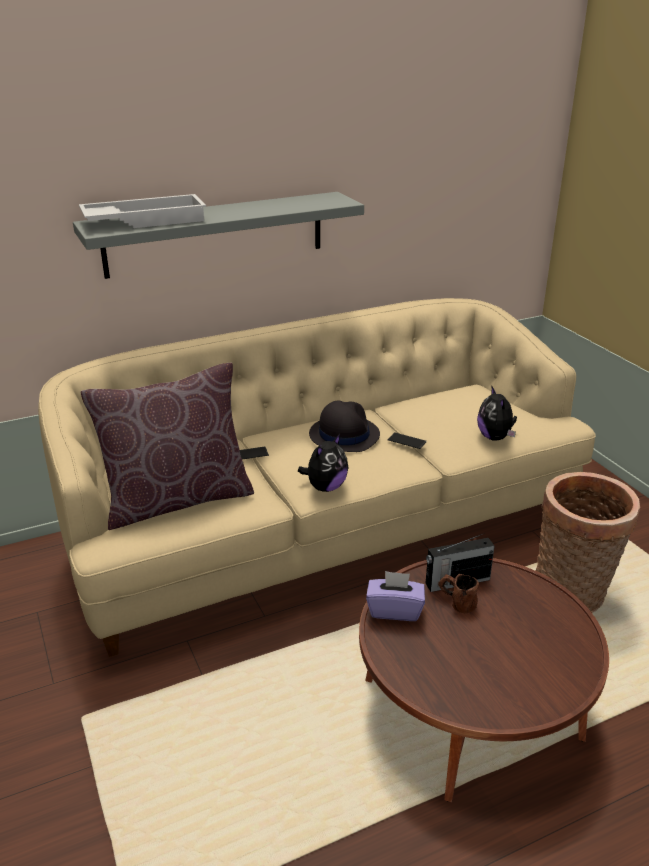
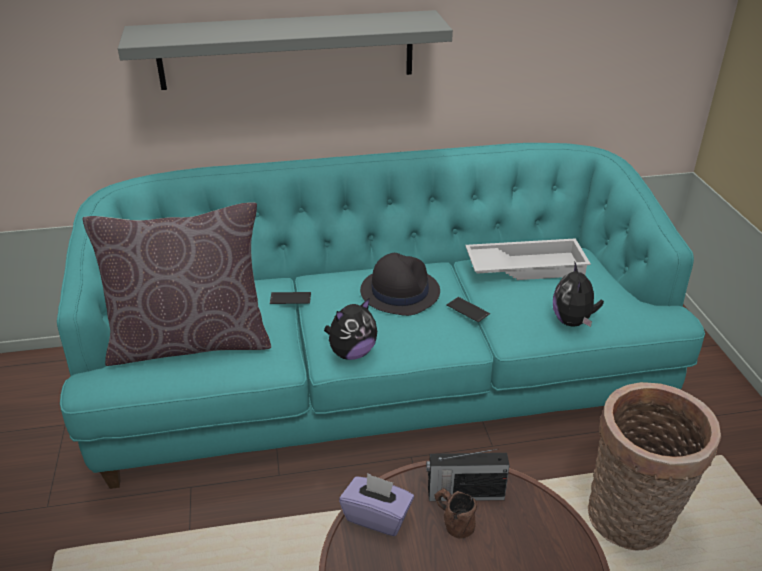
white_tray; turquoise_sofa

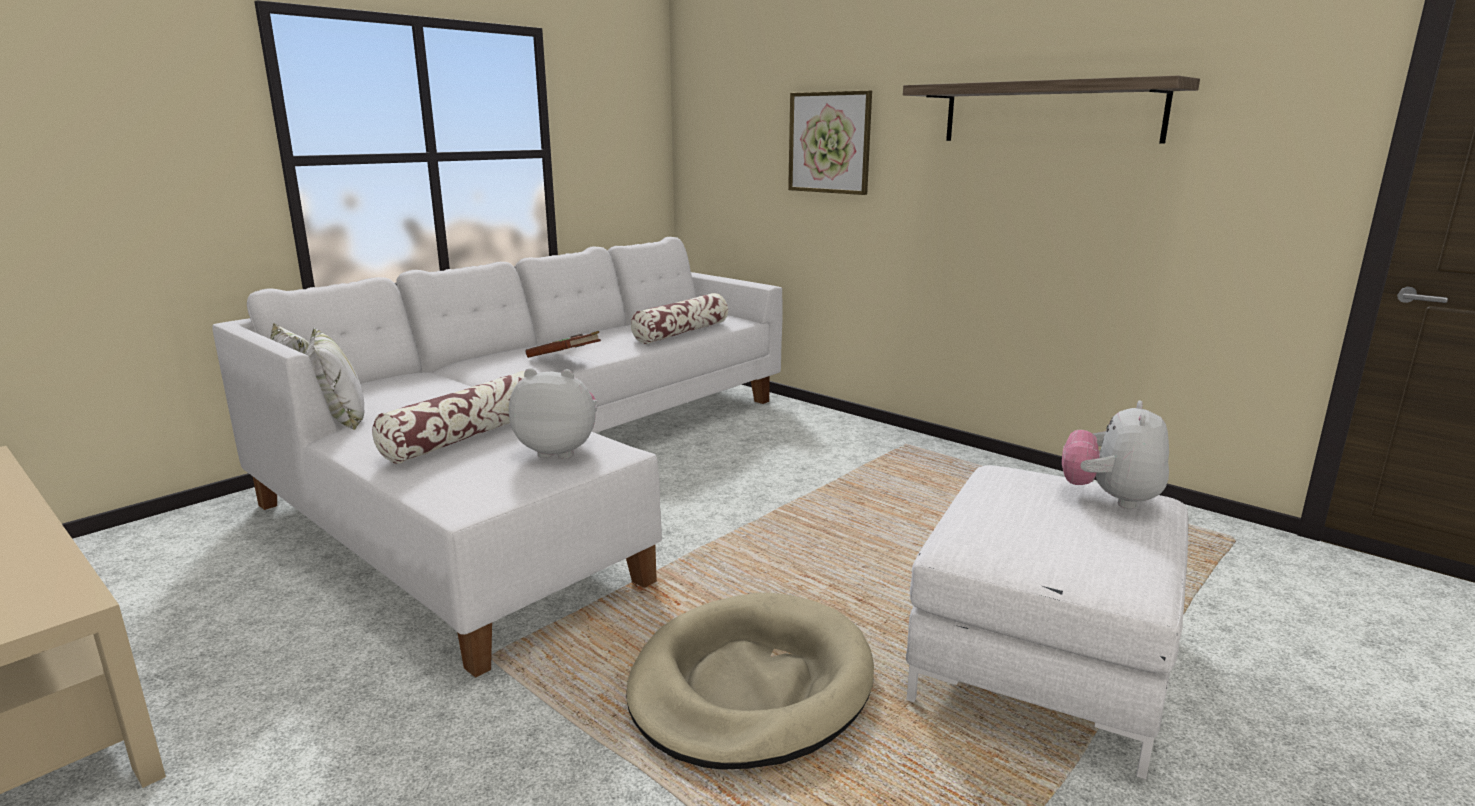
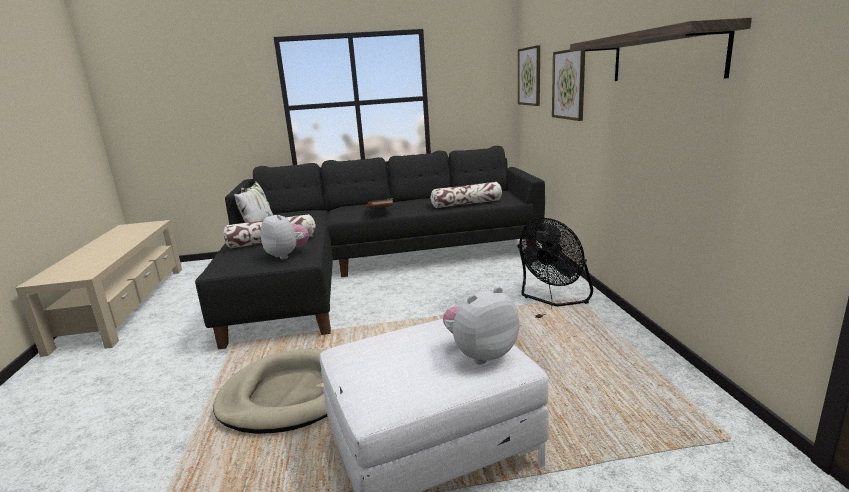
black_fan; picture (no. 1 from left); black_sofa

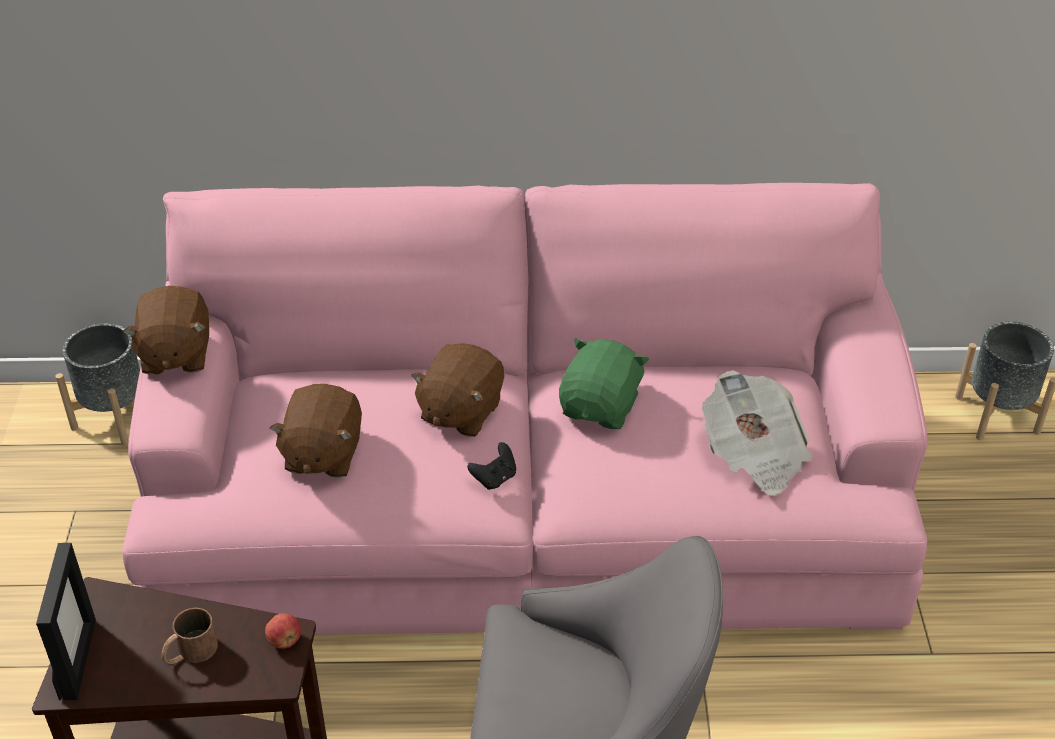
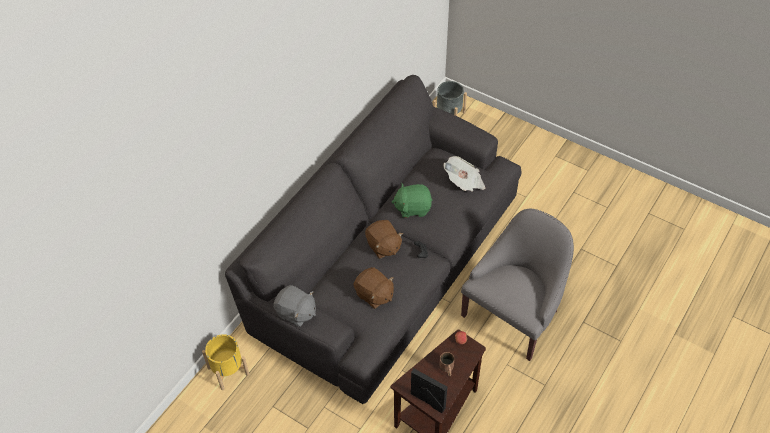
yellow_planter; grey_sofa; grey_plush_toy; green_plush_toy

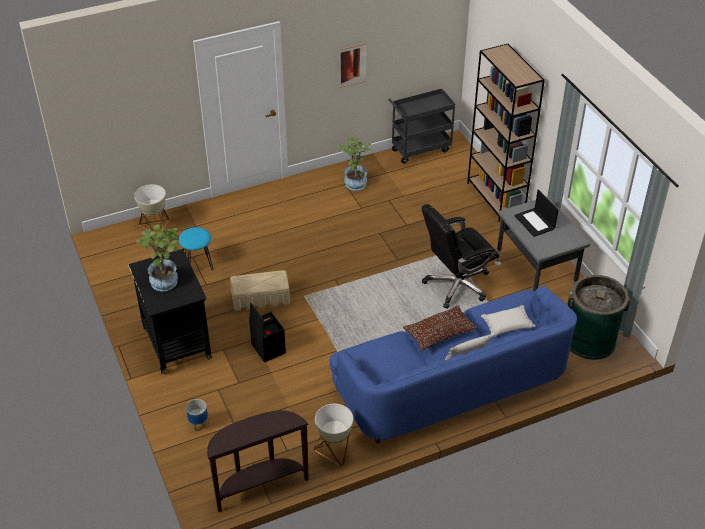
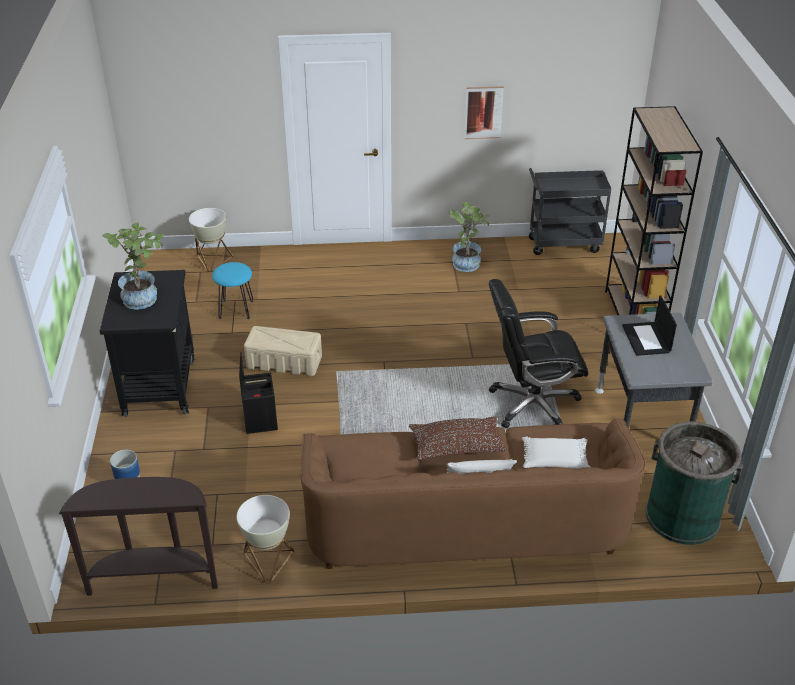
brown_sofa

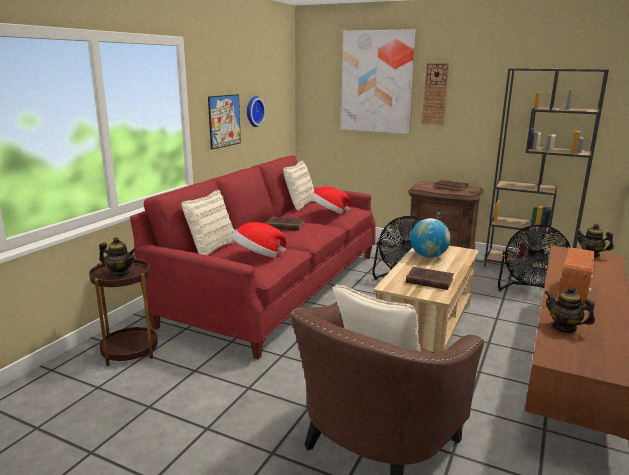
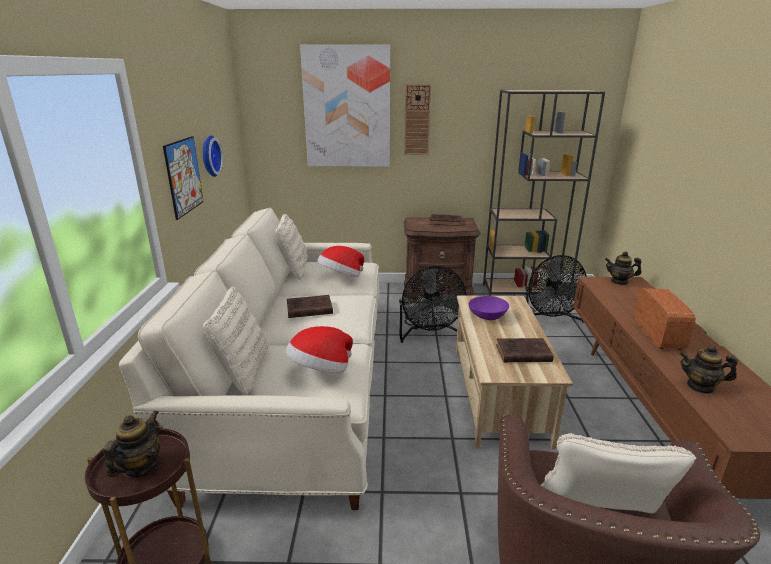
purple_bowl; beige_sofa; teapot (no. 1 from left)

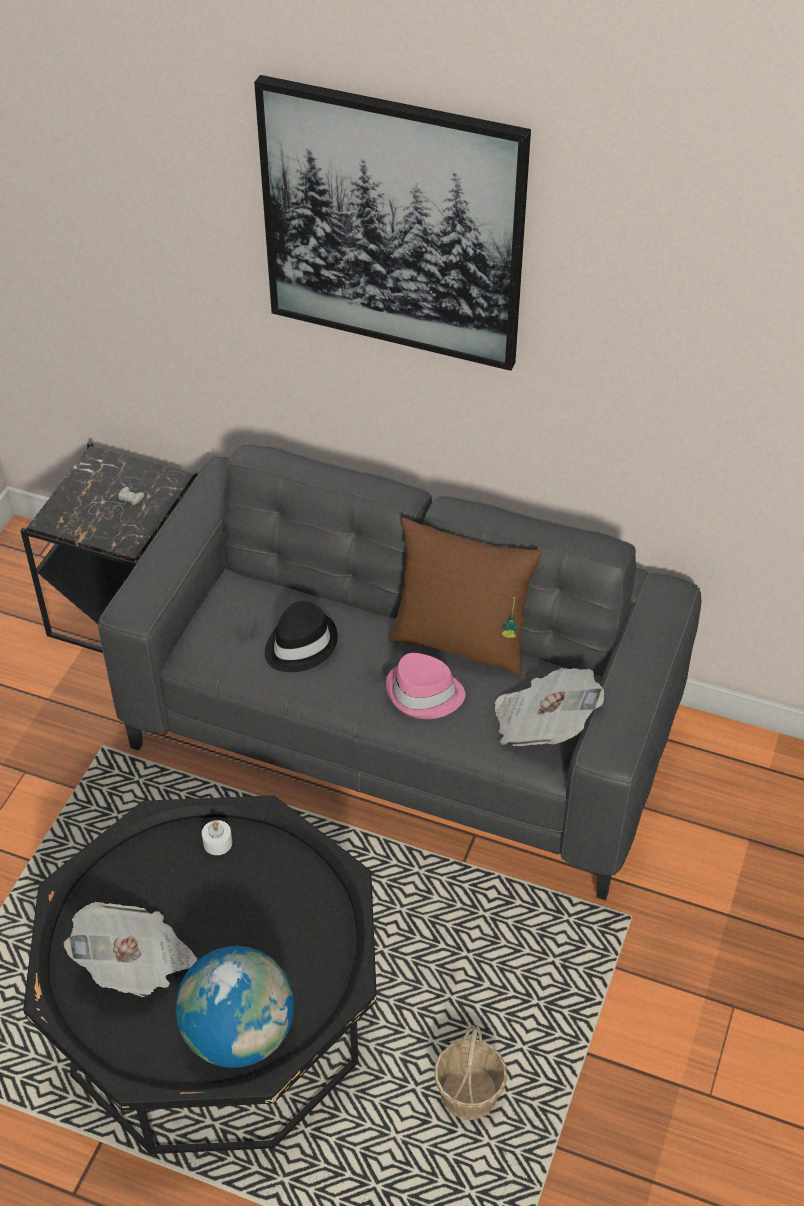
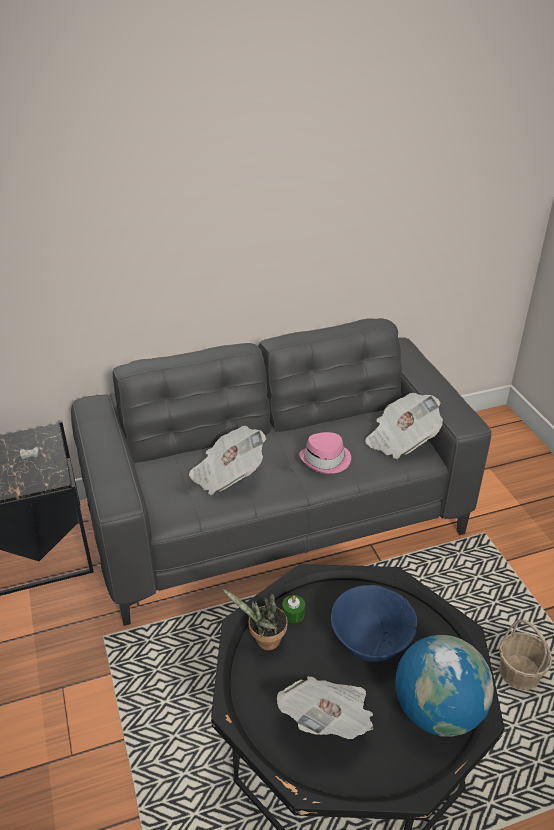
picture; brown_pillow; potted_plant; blue_bowl; newspaper (no. 1 from left); green_candle

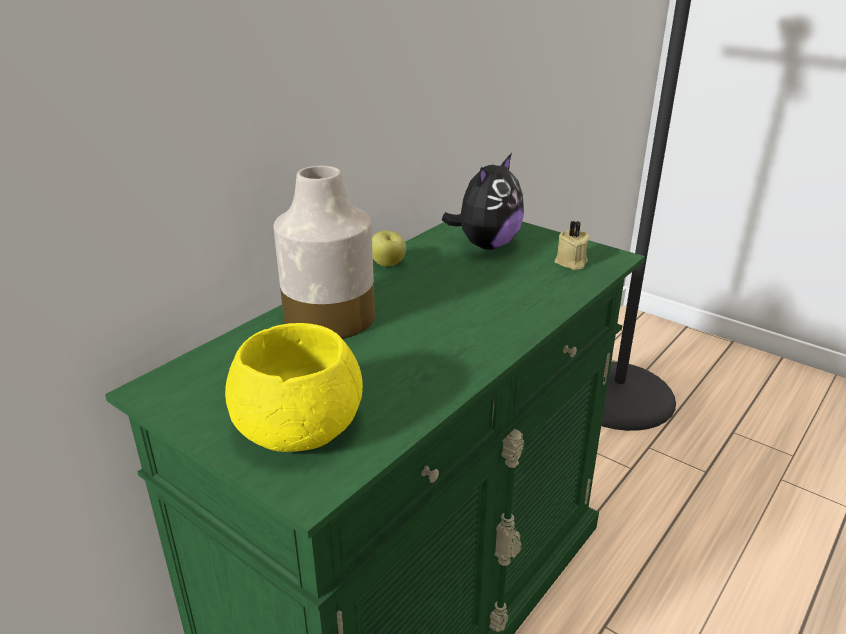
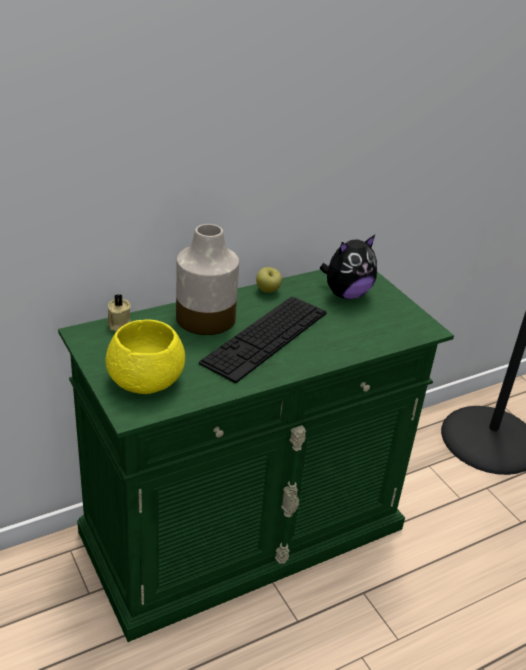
keyboard; beige_candle

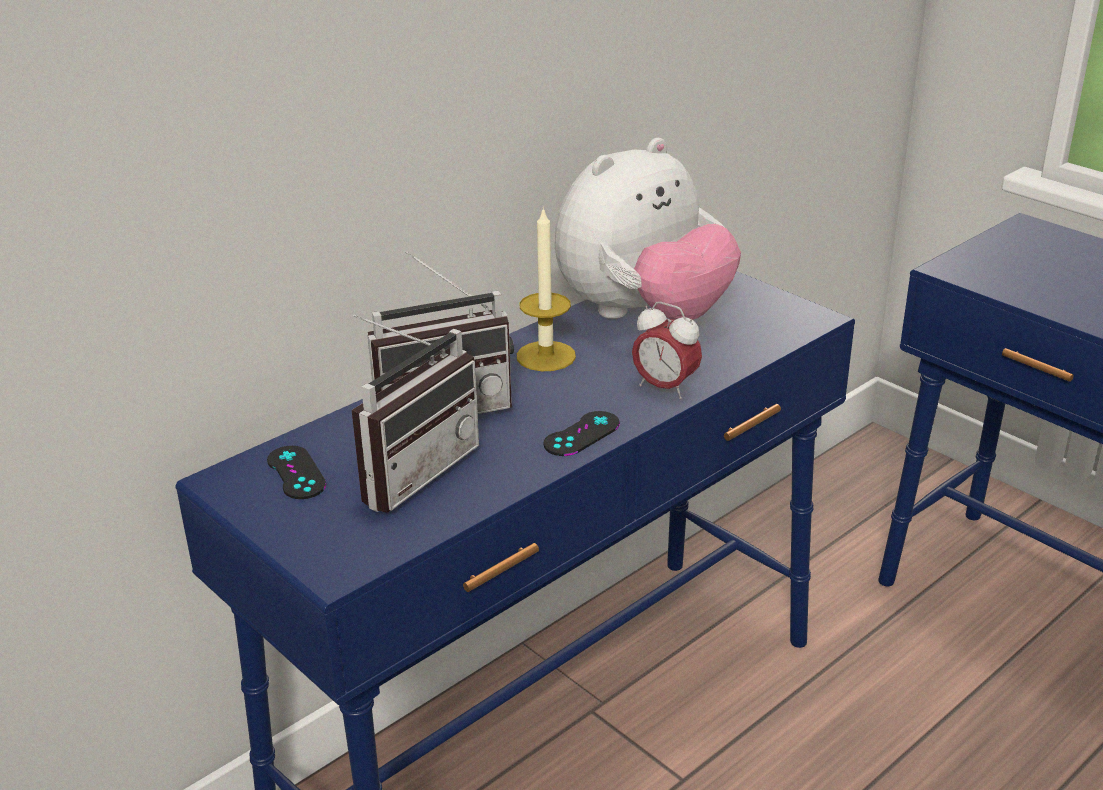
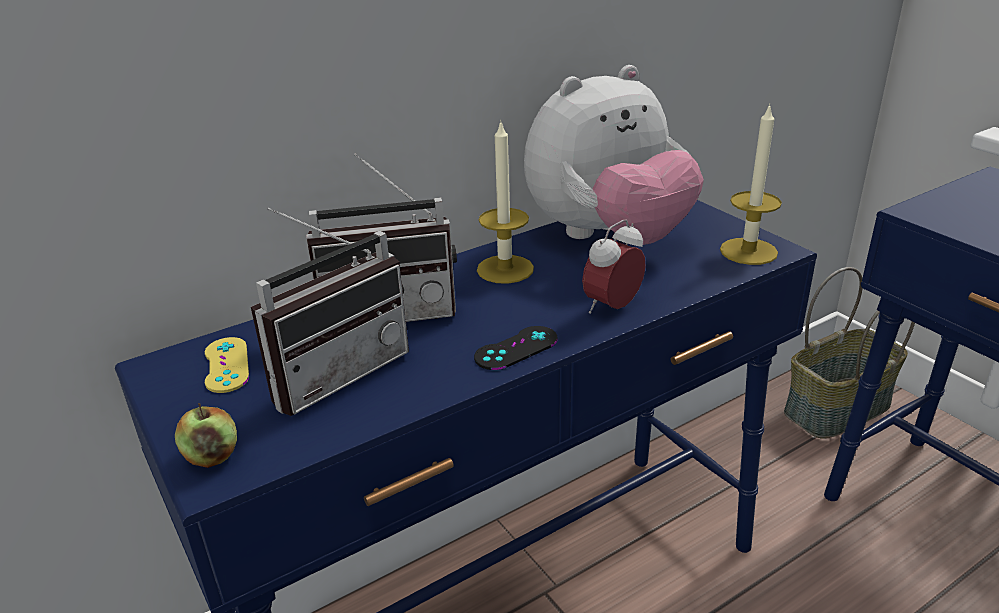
apple; candle (no. 2 from left); basket; yellow_game_controller; alarm_clock

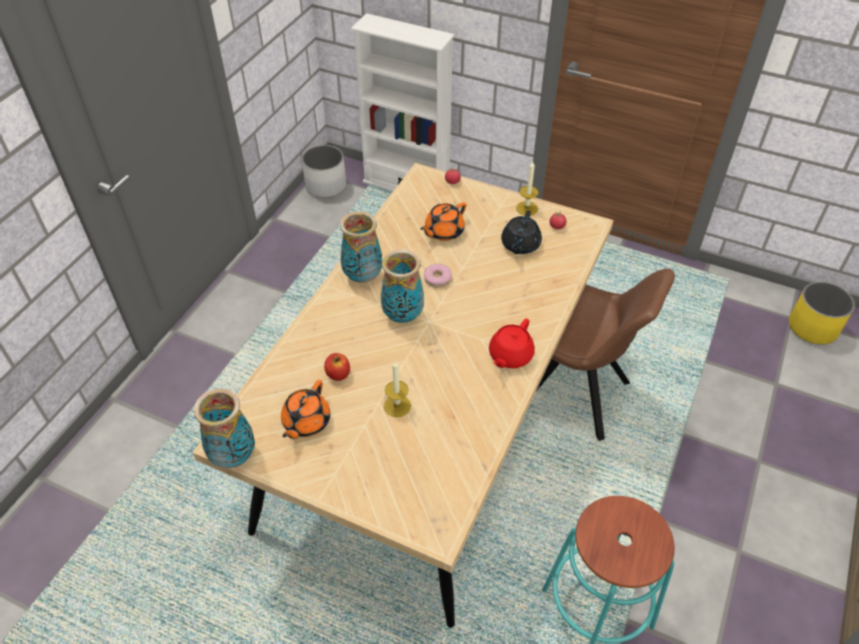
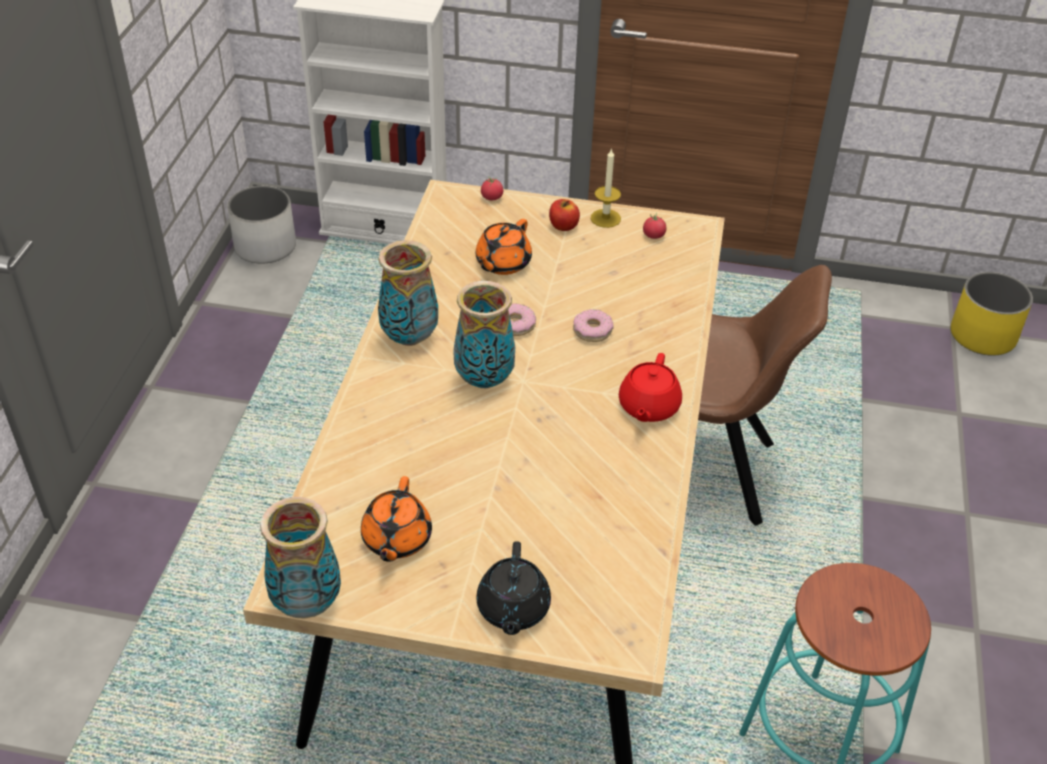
candle (no. 1 from left in the first image); donut (no. 2 from left); apple; black_teapot

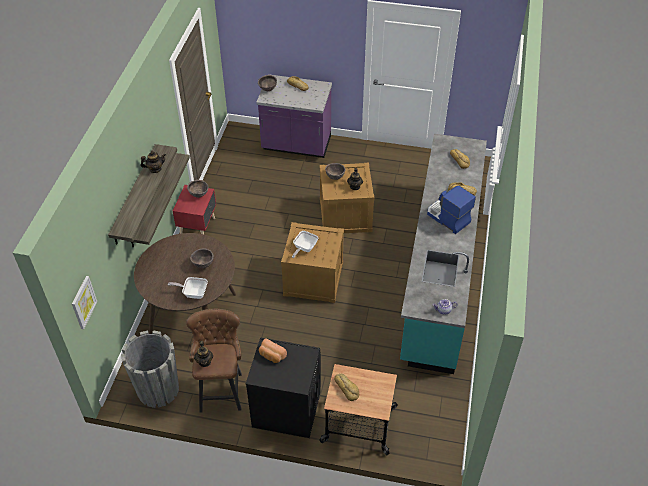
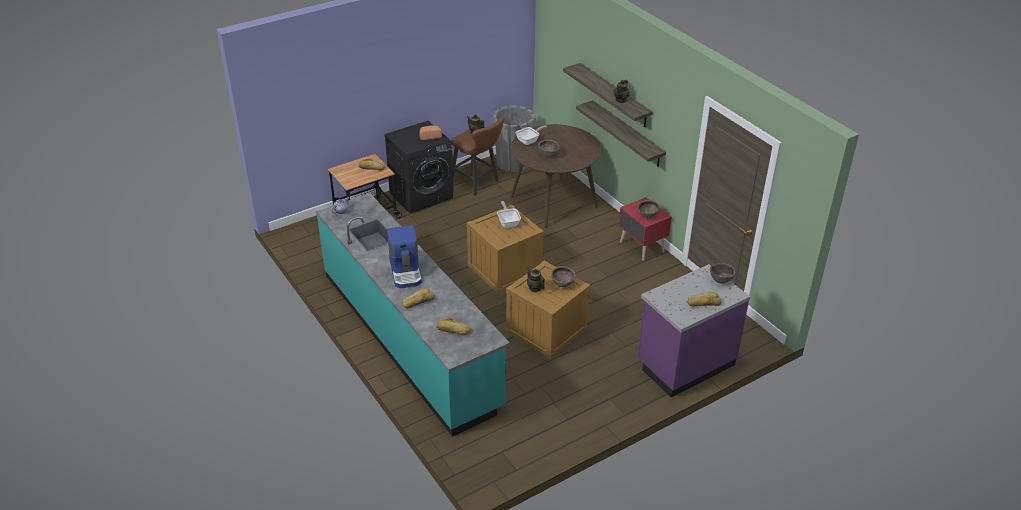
picture; coffee_machine

